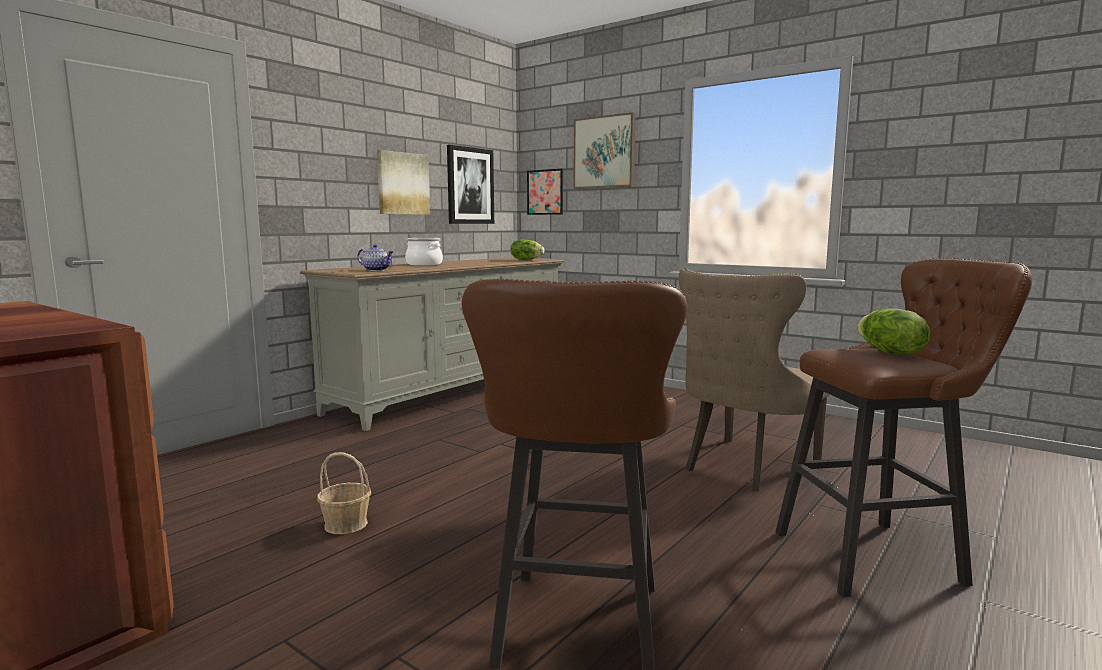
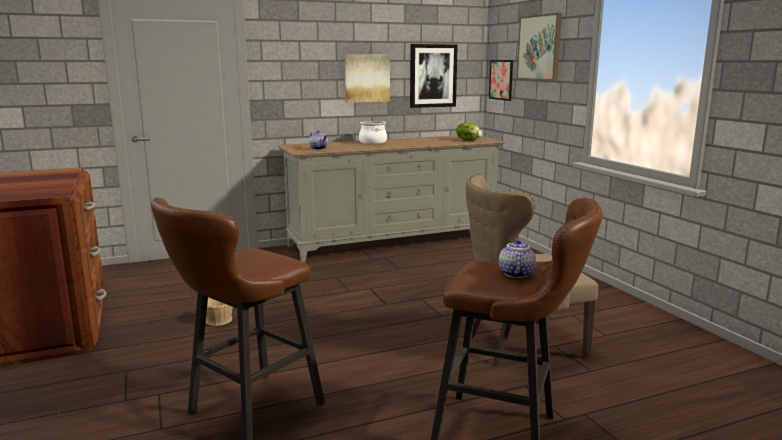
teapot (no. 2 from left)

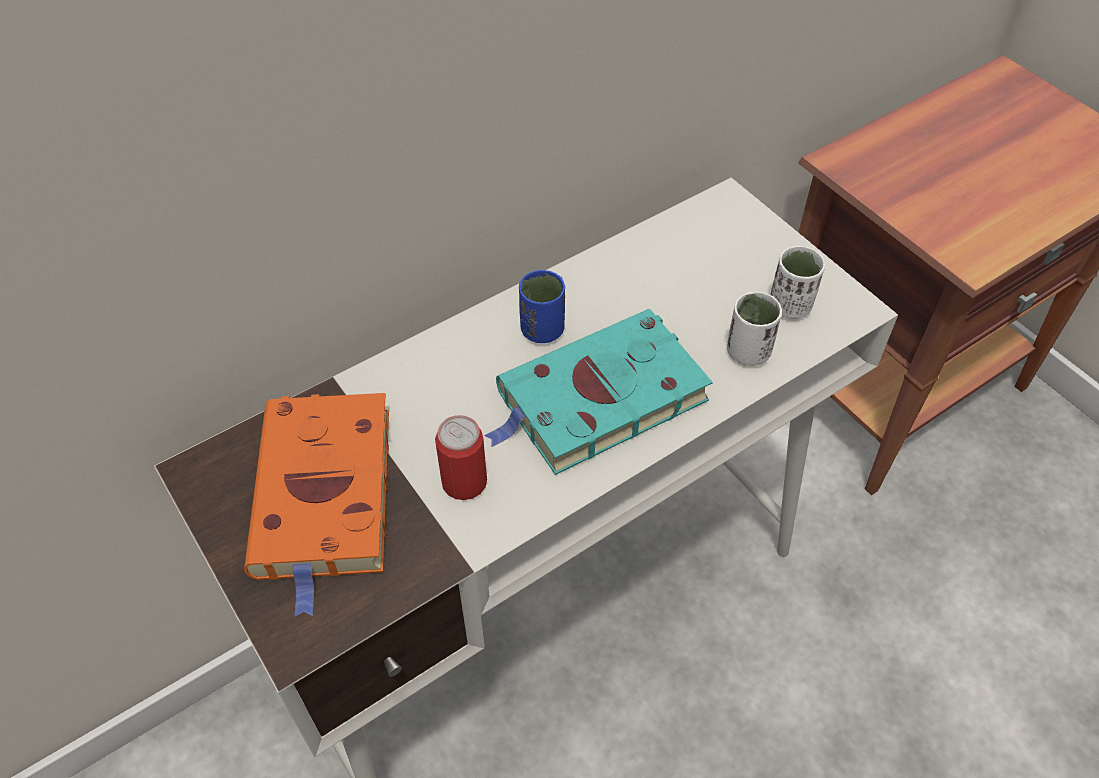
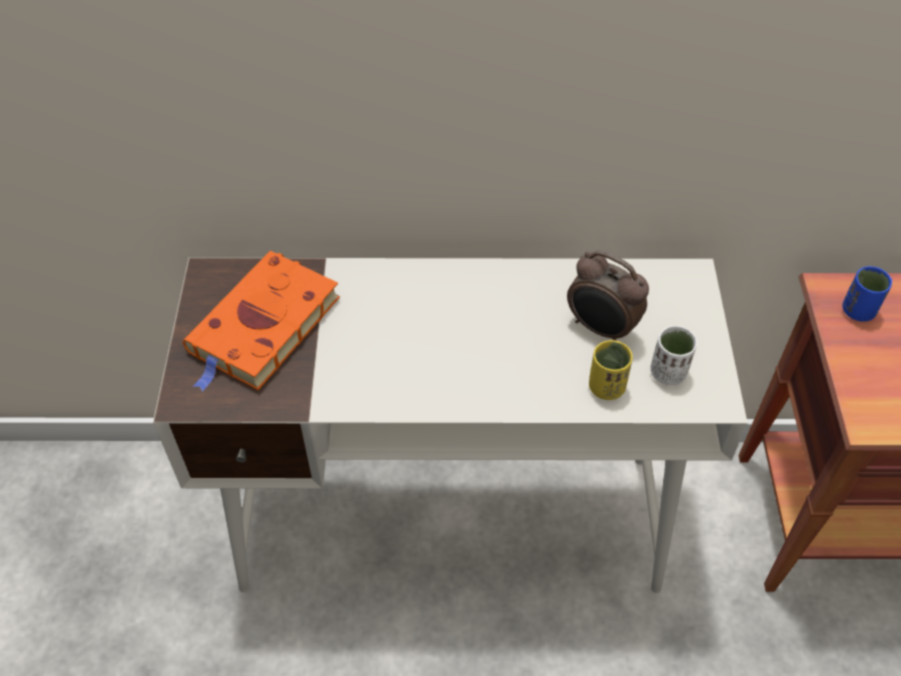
can; turquoise_book; alarm_clock; blue_cup; yellow_cup

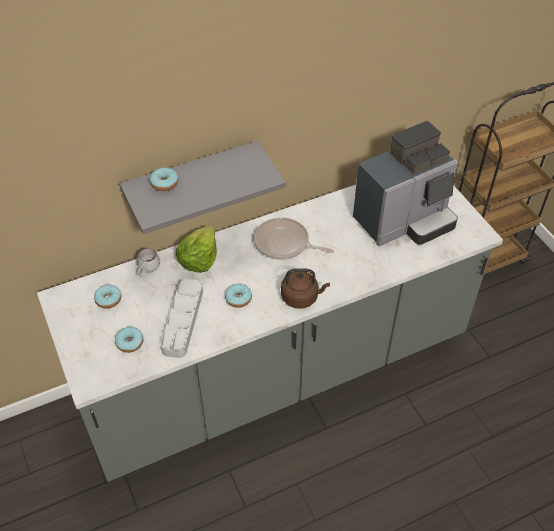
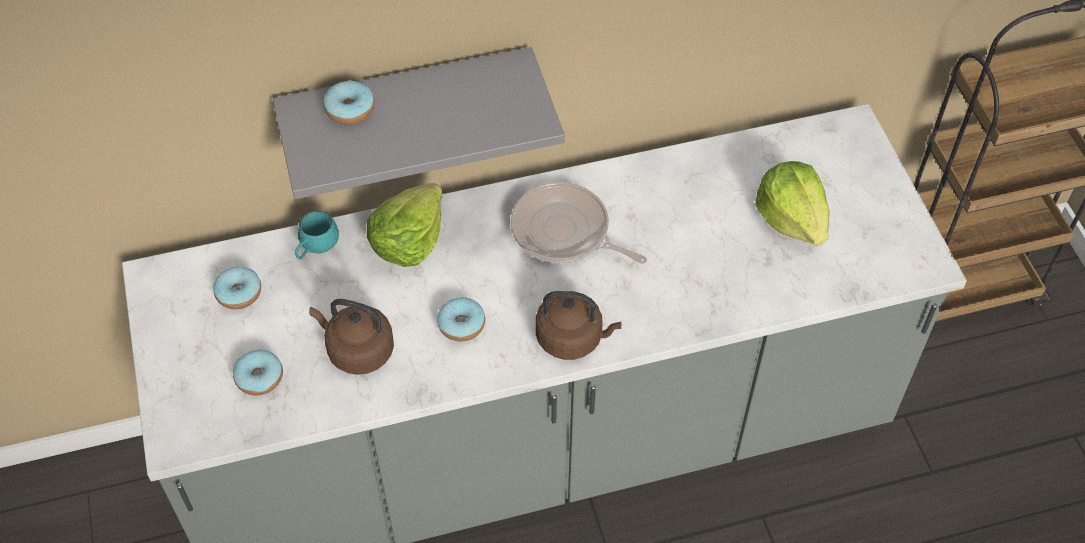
brown_kettle (no. 1 from left); lettuce (no. 2 from left); turquoise_mug

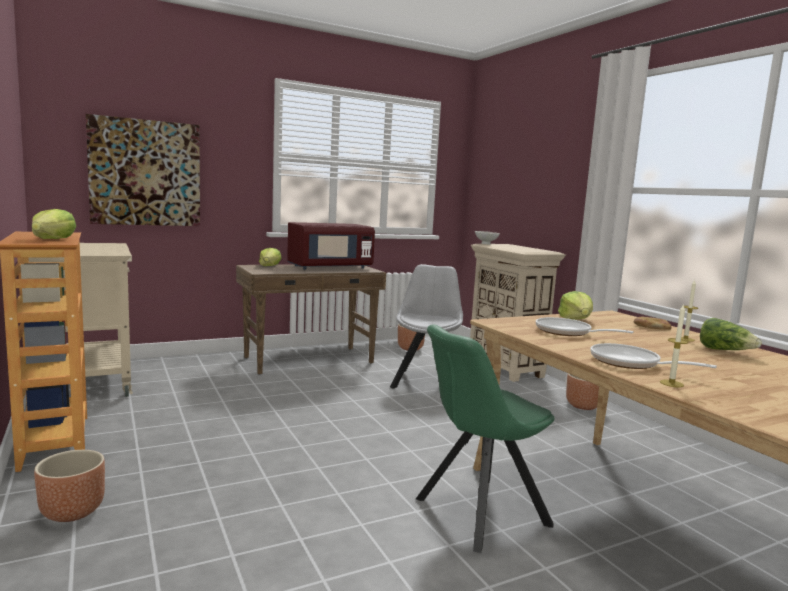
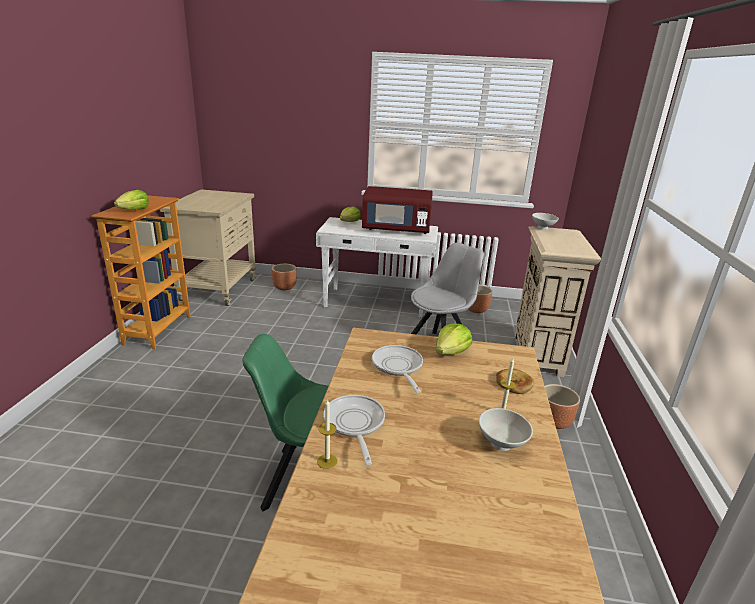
picture; brown_planter (no. 1 from left); white_bowl (no. 1 from left); white_console_table

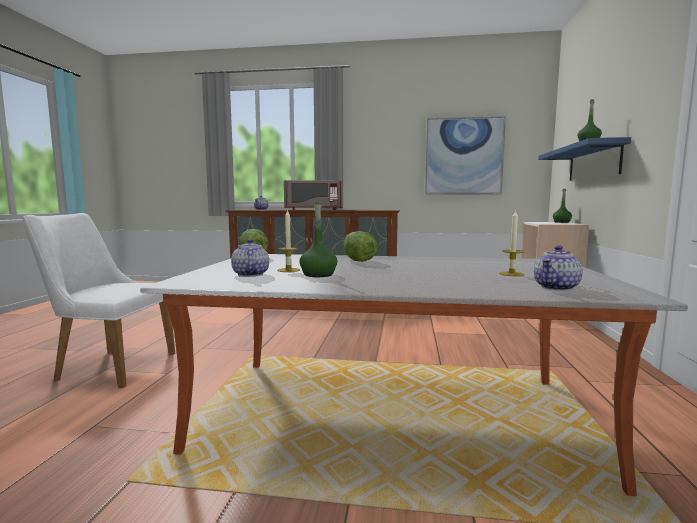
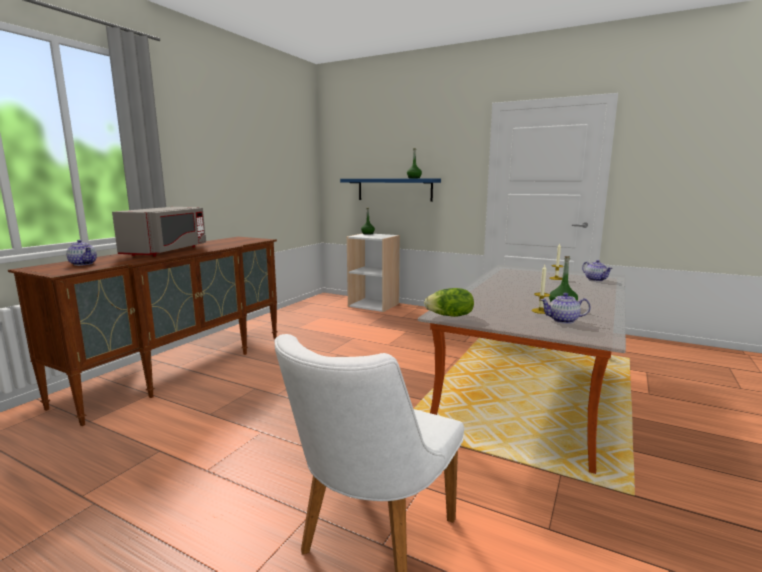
lettuce (no. 2 from left in the first image); picture

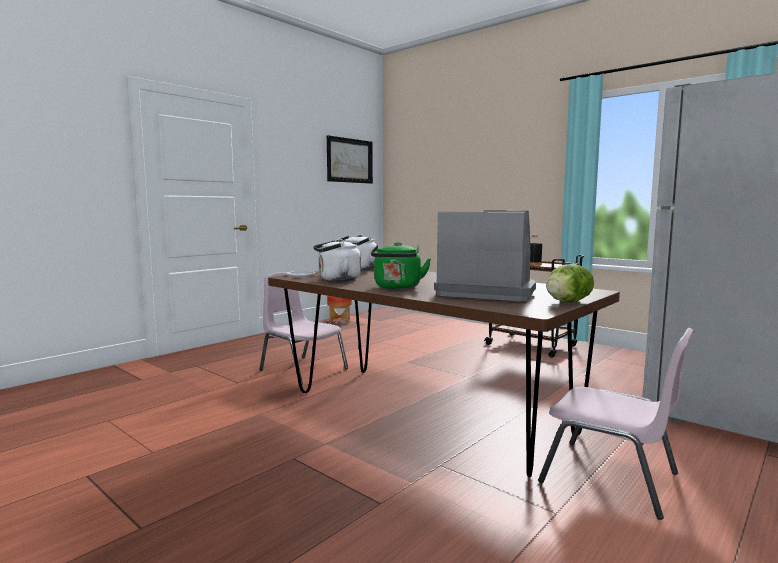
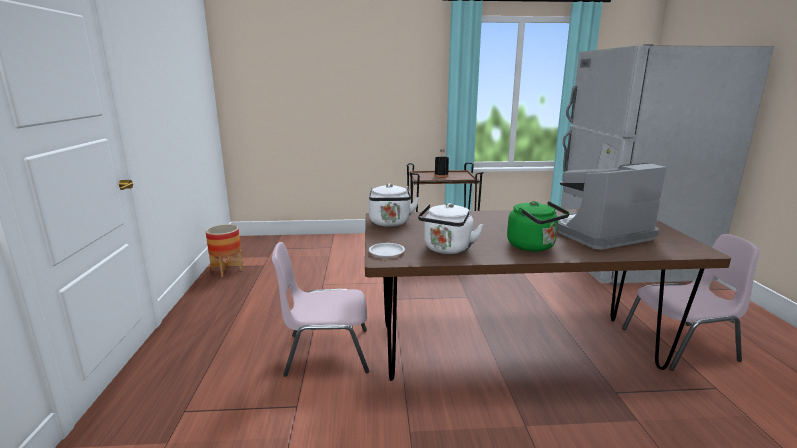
picture; lettuce

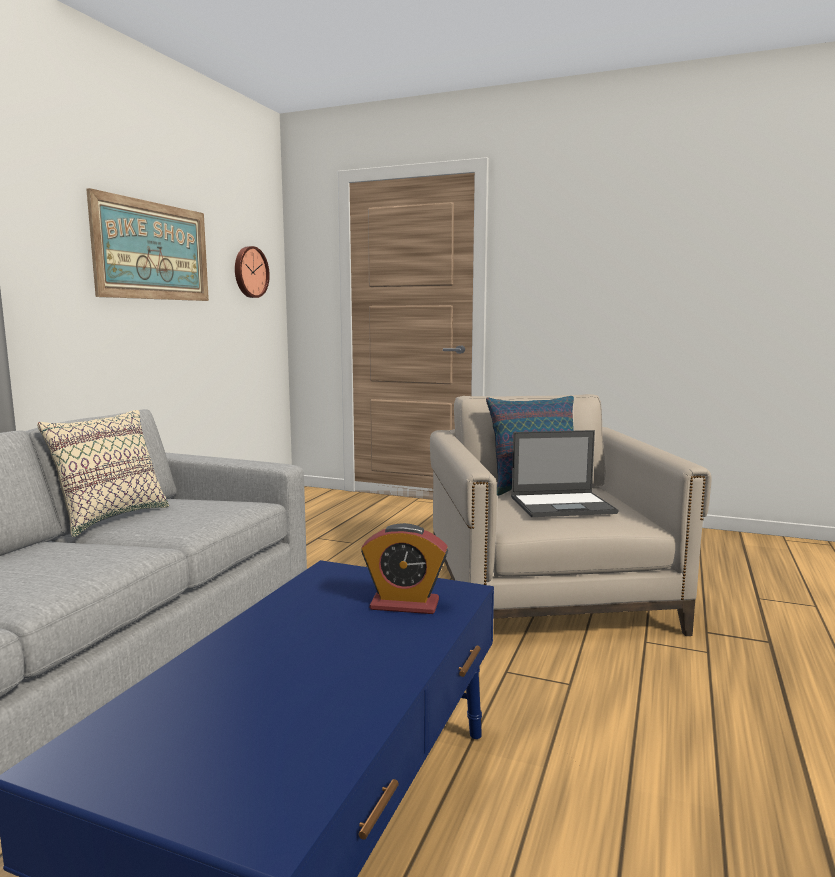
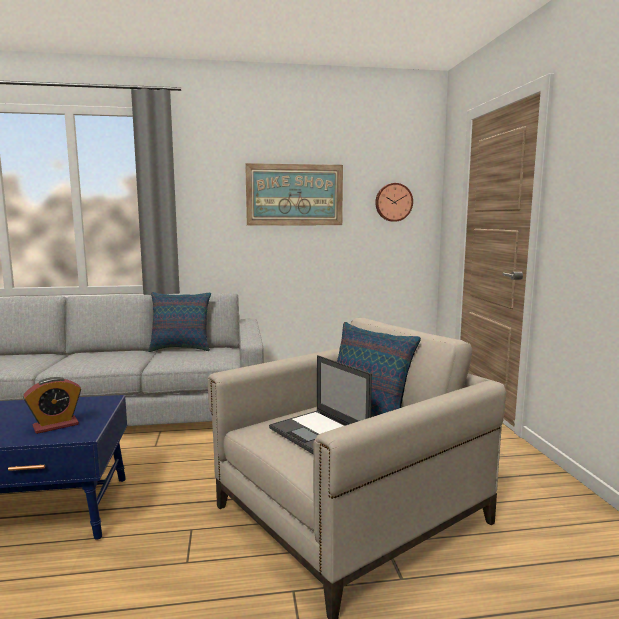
blue_pillow (no. 1 from left); alarm_clock

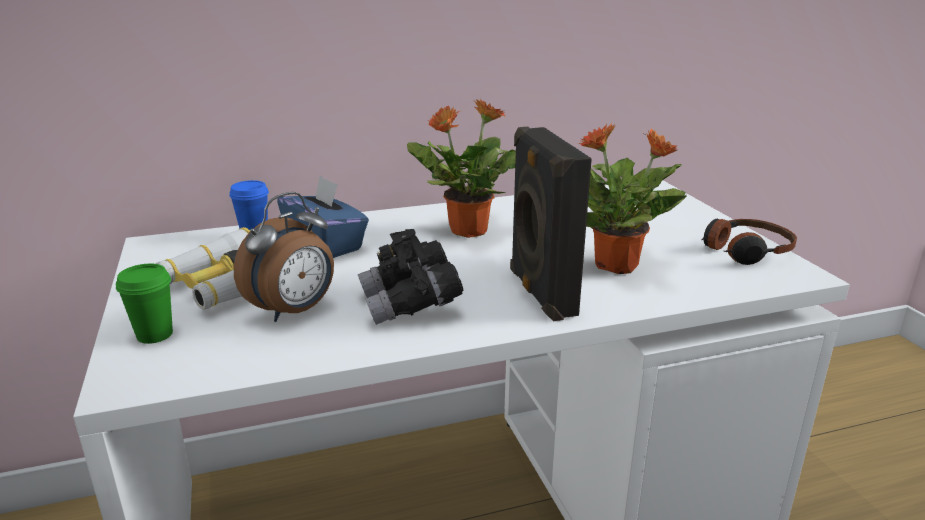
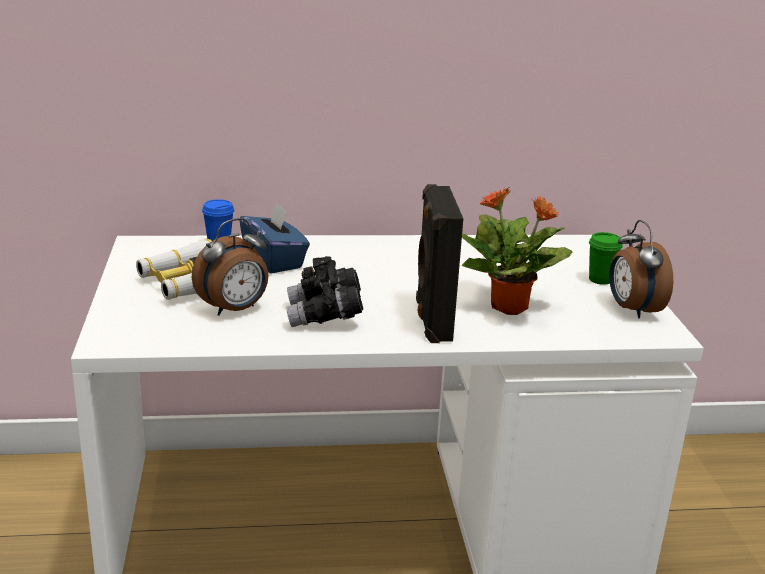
potted_plant (no. 1 from left in the first image); green_cup; alarm_clock (no. 2 from left)

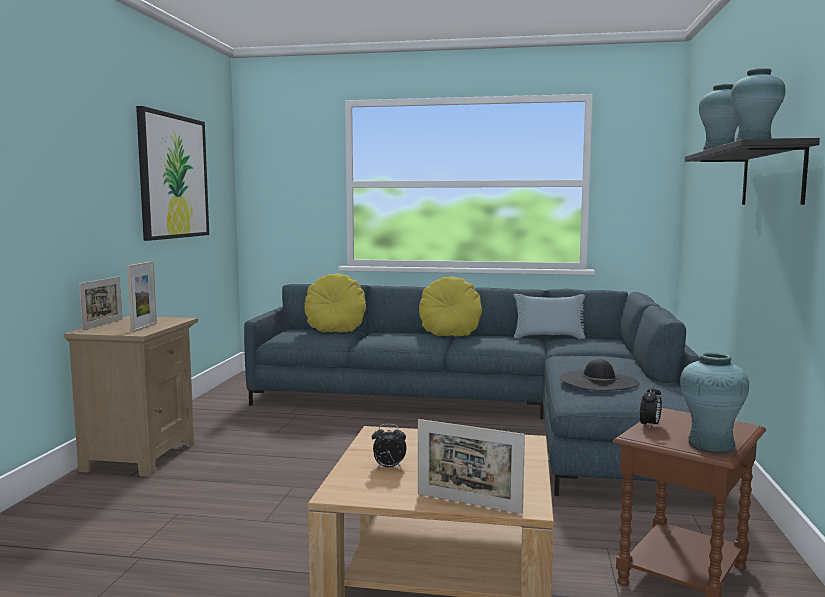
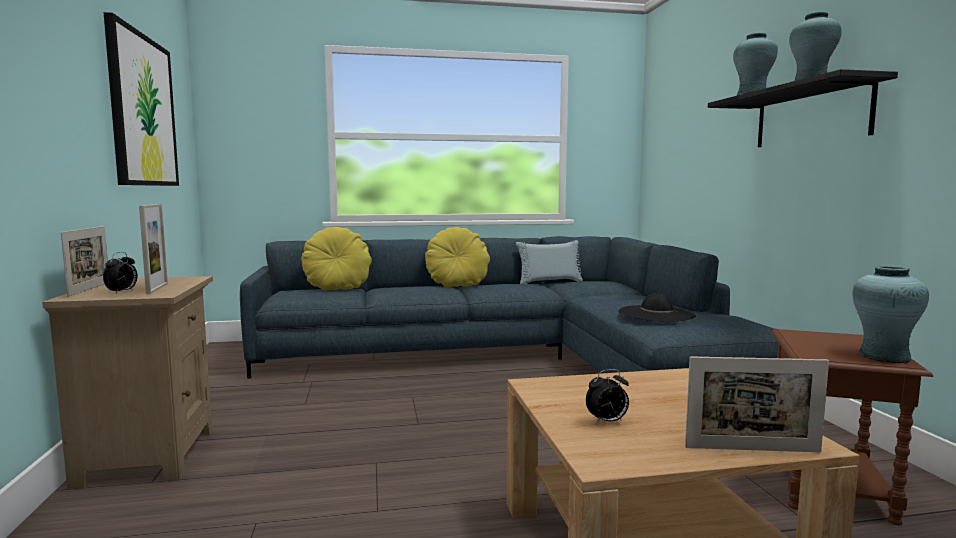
alarm_clock (no. 1 from left)

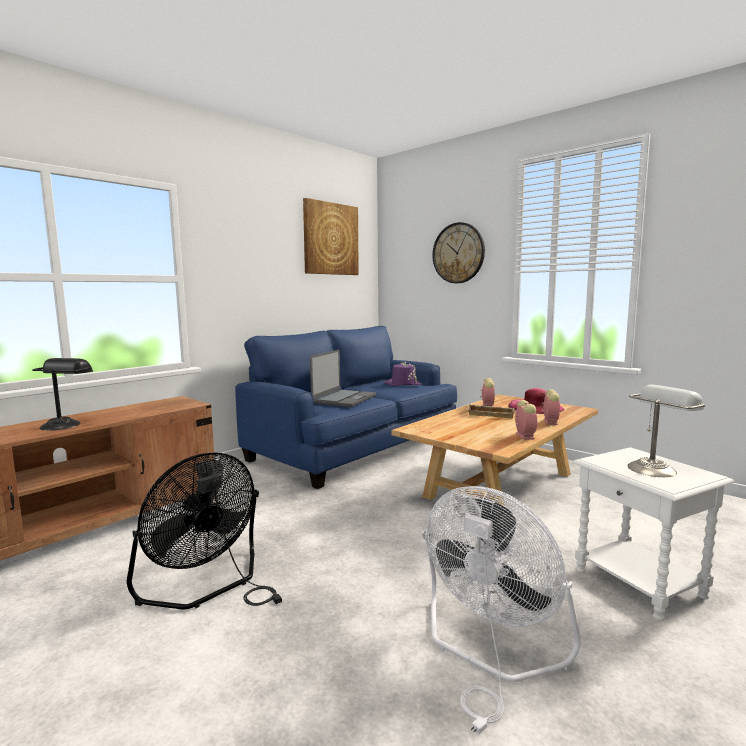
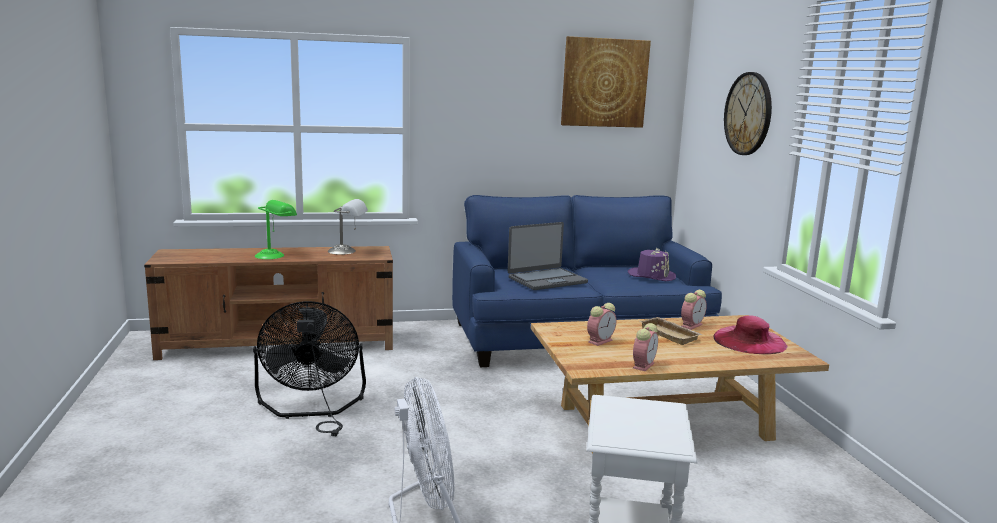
alarm_clock (no. 1 from left); white_table_lamp; green_table_lamp

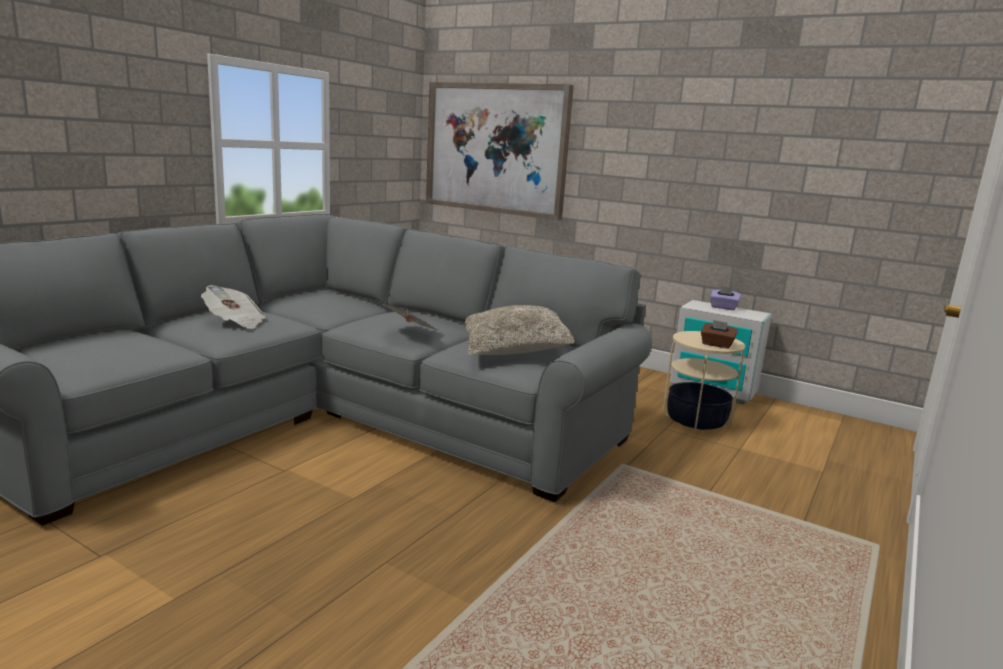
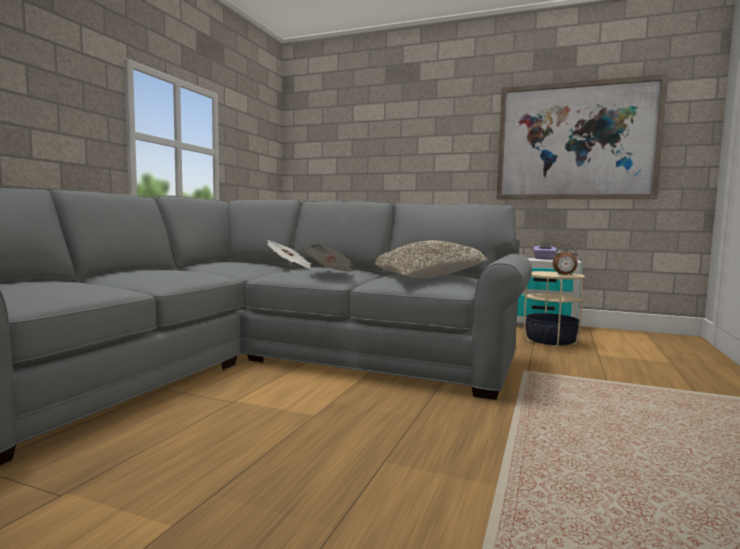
newspaper (no. 1 from left); picture; alarm_clock

